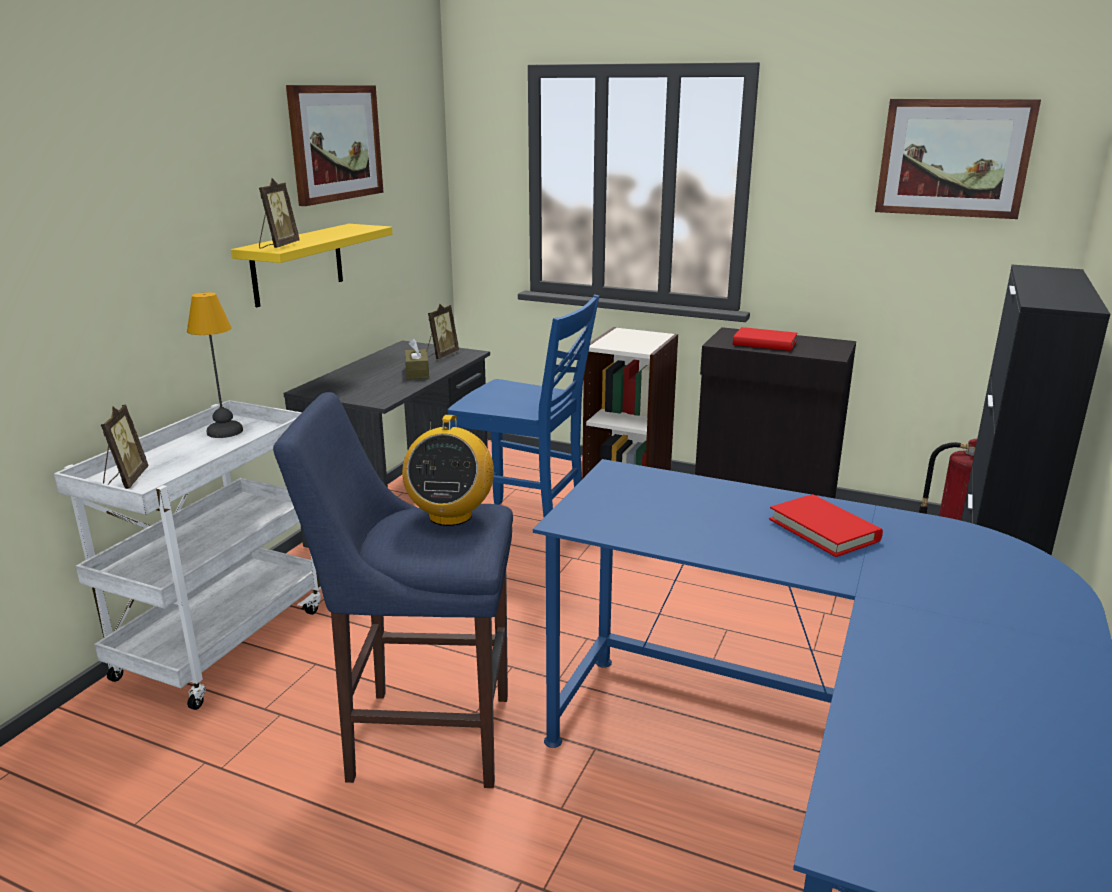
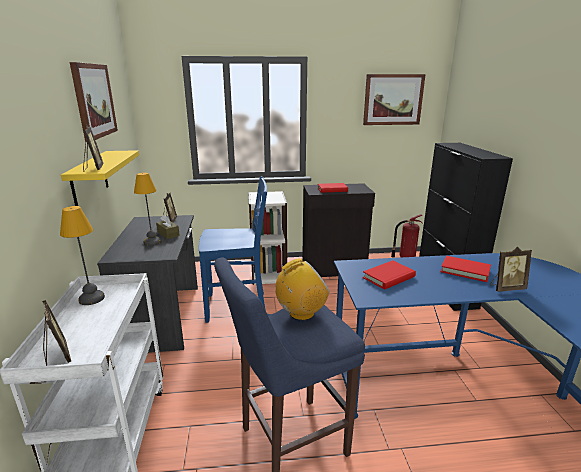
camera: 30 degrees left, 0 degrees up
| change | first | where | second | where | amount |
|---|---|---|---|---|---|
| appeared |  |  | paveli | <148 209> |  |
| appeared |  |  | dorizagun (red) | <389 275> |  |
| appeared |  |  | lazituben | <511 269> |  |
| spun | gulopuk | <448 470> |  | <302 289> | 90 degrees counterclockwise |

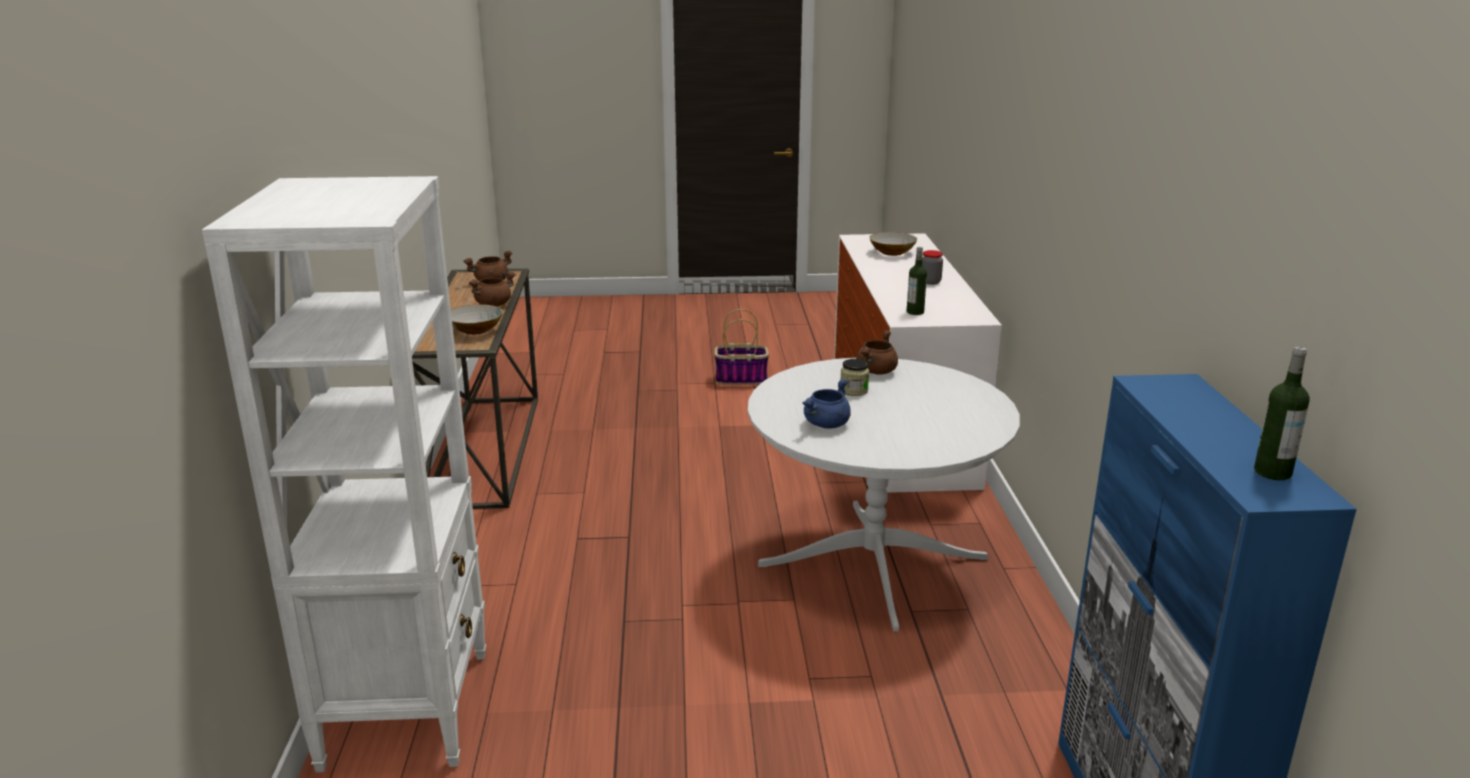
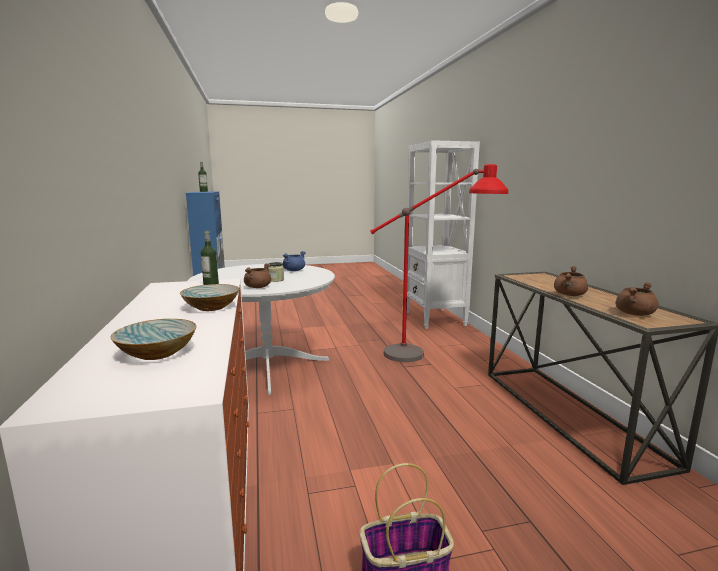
camera: 170 degrees right, 10 degrees down
| change | first | where | second | where | amount |
|---|---|---|---|---|---|
| missing | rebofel | <932 267> |  |  |  |
| appeared |  |  | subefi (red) | <439 263> |  |
| relocated | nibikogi | <477 319> |  | <209 297> |  |

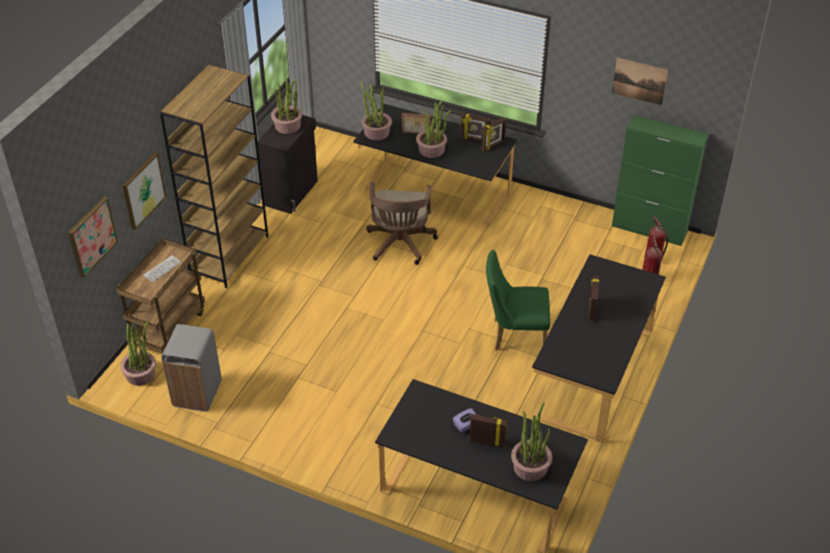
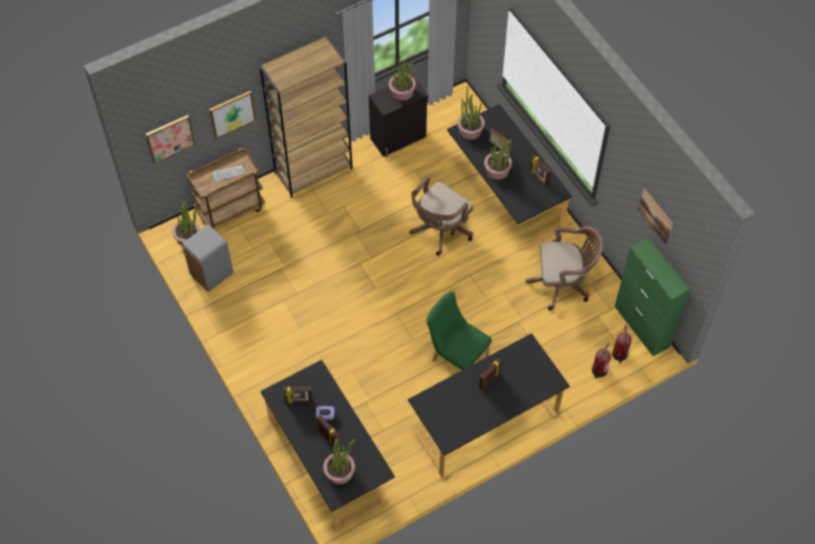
camera: 35 degrees right, 15 degrees up
| change | first | where | second | where | amount |
|---|---|---|---|---|---|
| appeared |  |  | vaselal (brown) | <564 268> |  |
| relocated | lazituben | <493 134> |  | <297 395> |  |

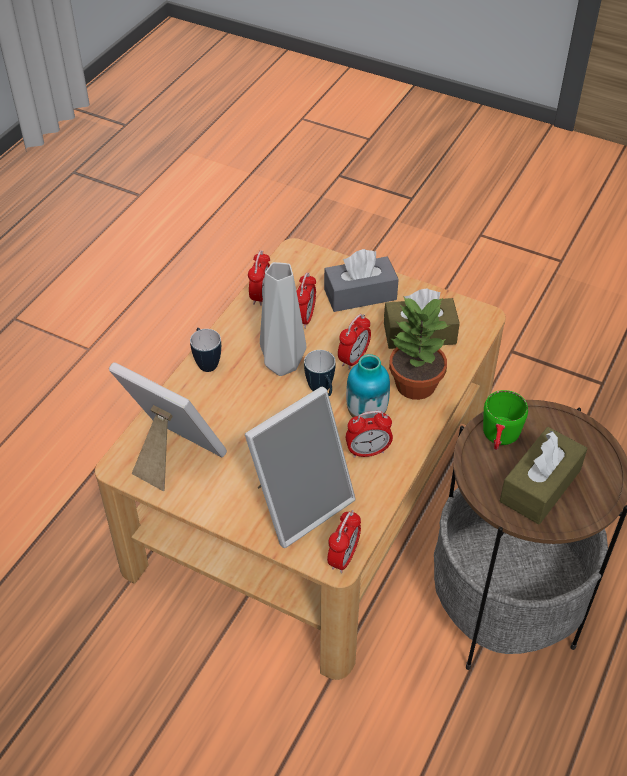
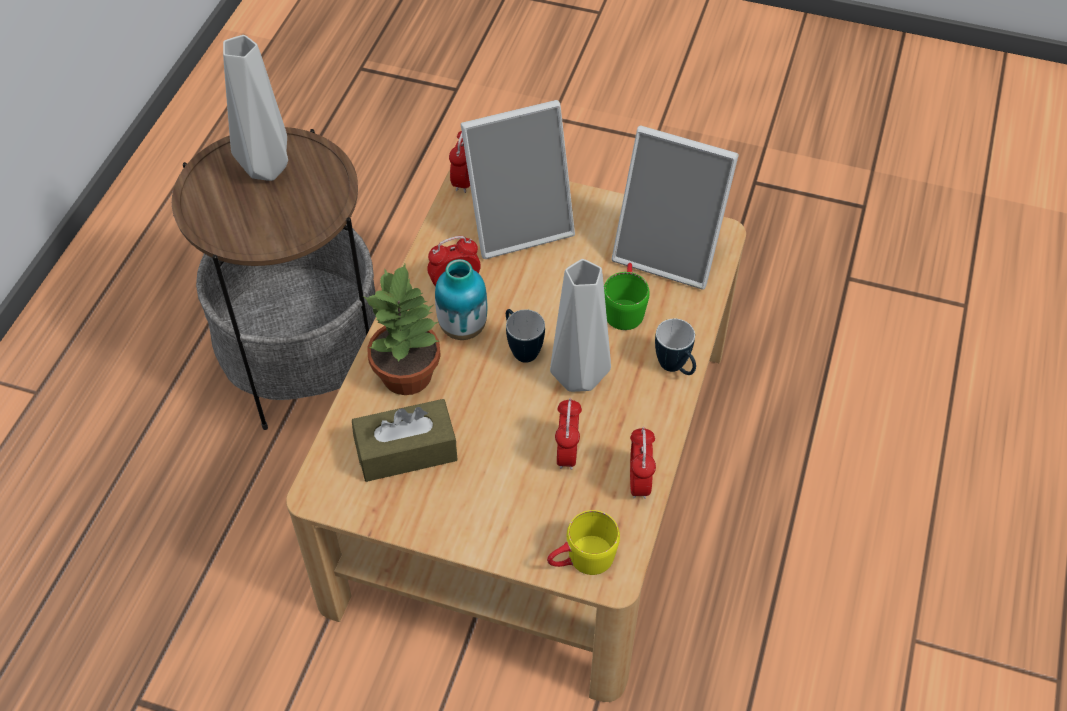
camera: 170 degrees right, 5 degrees up
| change | first | where | second | where | amount |
|---|---|---|---|---|---|
| missing | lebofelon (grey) | <361 280> |  |  |  |
| missing | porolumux | <354 342> |  |  |  |
| appeared |  |  | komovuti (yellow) | <583 542> |  |
| relocated | komovuti (green) | <505 420> |  | <627 296> |  |
| exchanged | lebofelon (brown) | <543 475> | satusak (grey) | <255 108> |  |
| spun | lazituben | <300 467> |  | <518 179> | 150 degrees counterclockwise |

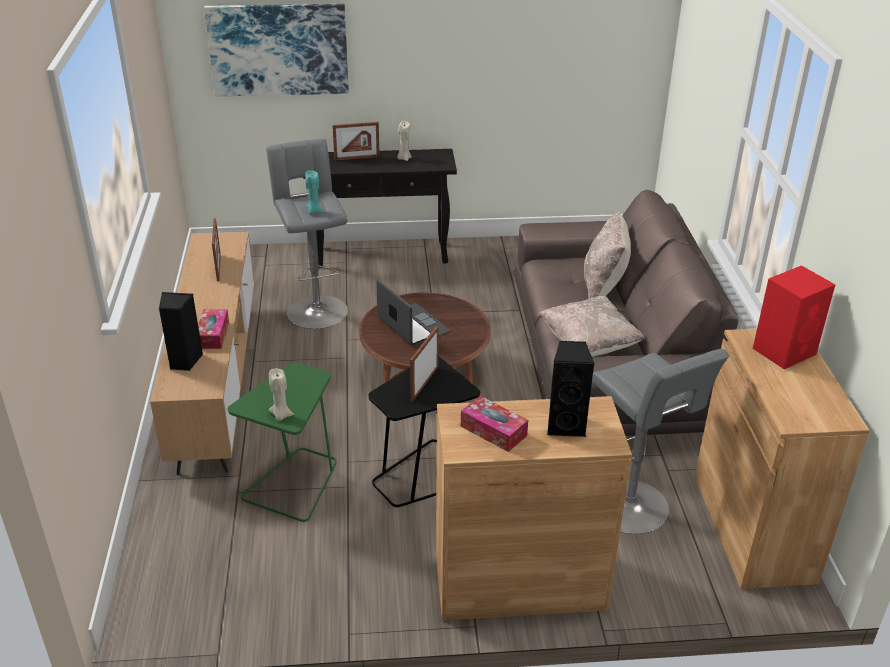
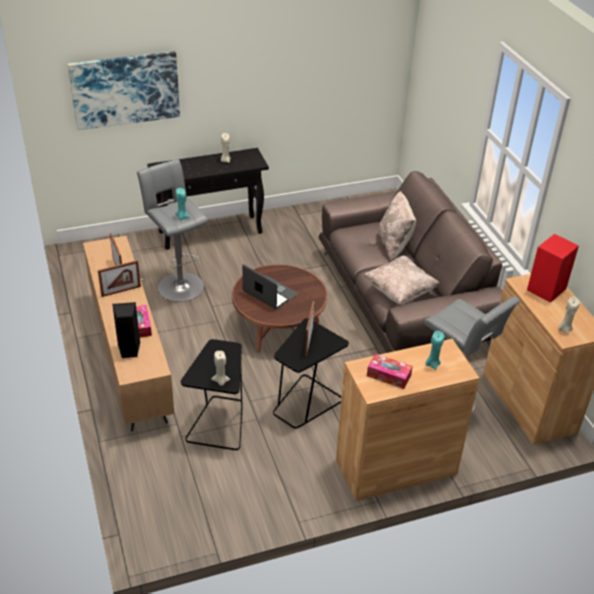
camera: 15 degrees left, 5 degrees up
| change | first | where | second | where | amount |
|---|---|---|---|---|---|
| appeared |  |  | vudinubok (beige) | <569 316> |  |
| relocated | lazituben | <356 141> |  | <119 278> |  |
| exchanged | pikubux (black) | <571 389> | vudinubok (turquoise) | <435 350> |  |
| colour | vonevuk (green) | <281 442> | vonevuk (black) | <212 394> |  |

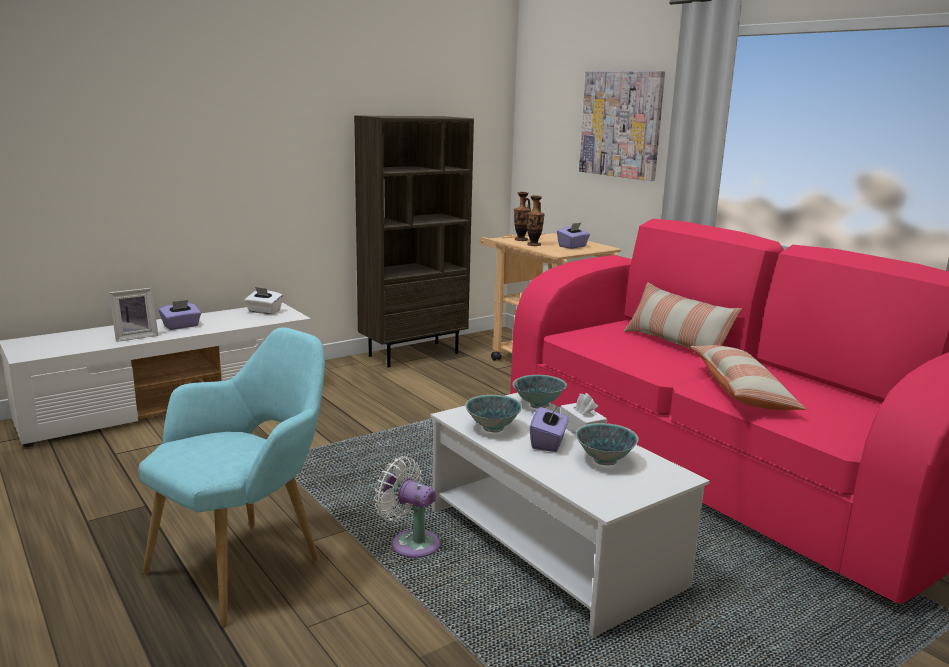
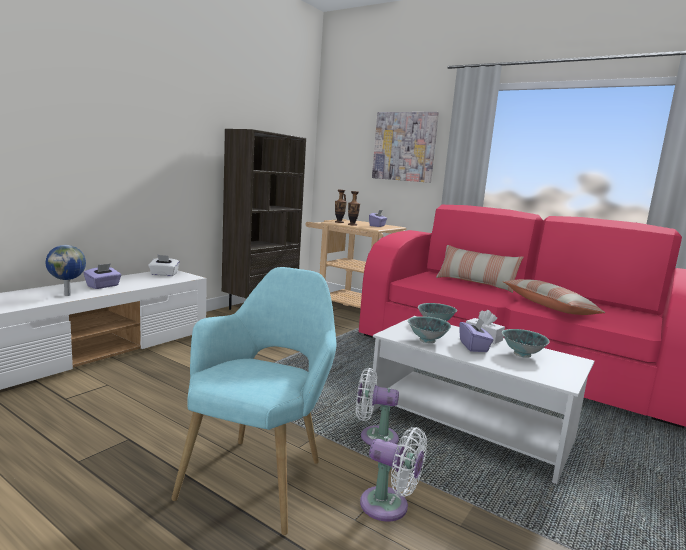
camera: 20 degrees left, 5 degrees down
| change | first | where | second | where | amount |
|---|---|---|---|---|---|
| appeared |  |  | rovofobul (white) | <393 474> |  |
| exchanged | lazituben | <133 315> | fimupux | <66 270> |  |

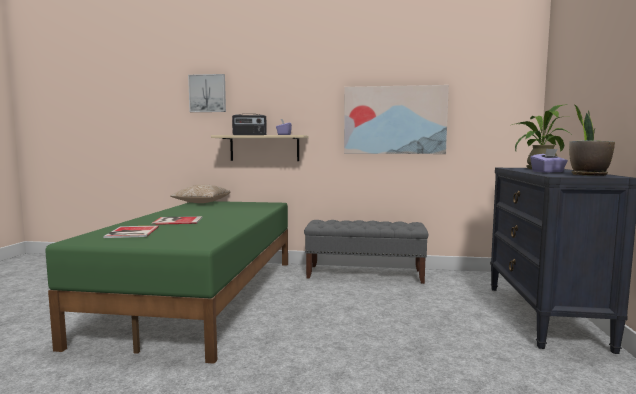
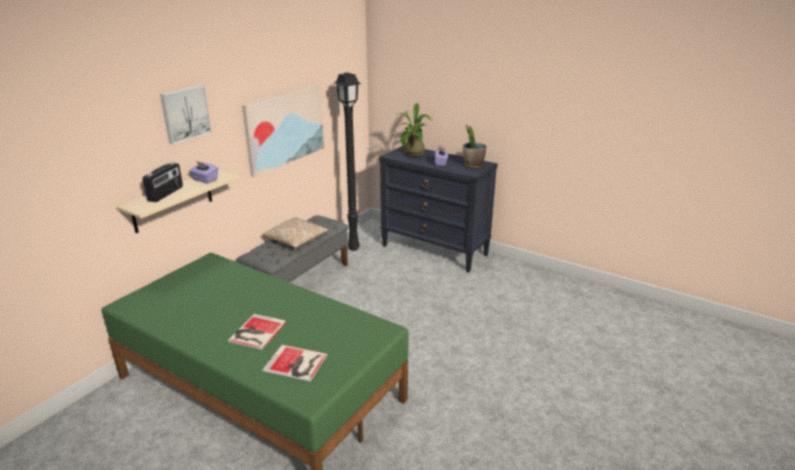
camera: 65 degrees left, 20 degrees up
| change | first | where | second | where | amount |
|---|---|---|---|---|---|
| appeared |  |  | subefi (black) | <348 161> |  |
| relocated | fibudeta | <200 193> |  | <296 232> |  |
| relocated | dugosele | <207 93> |  | <186 114> |  |

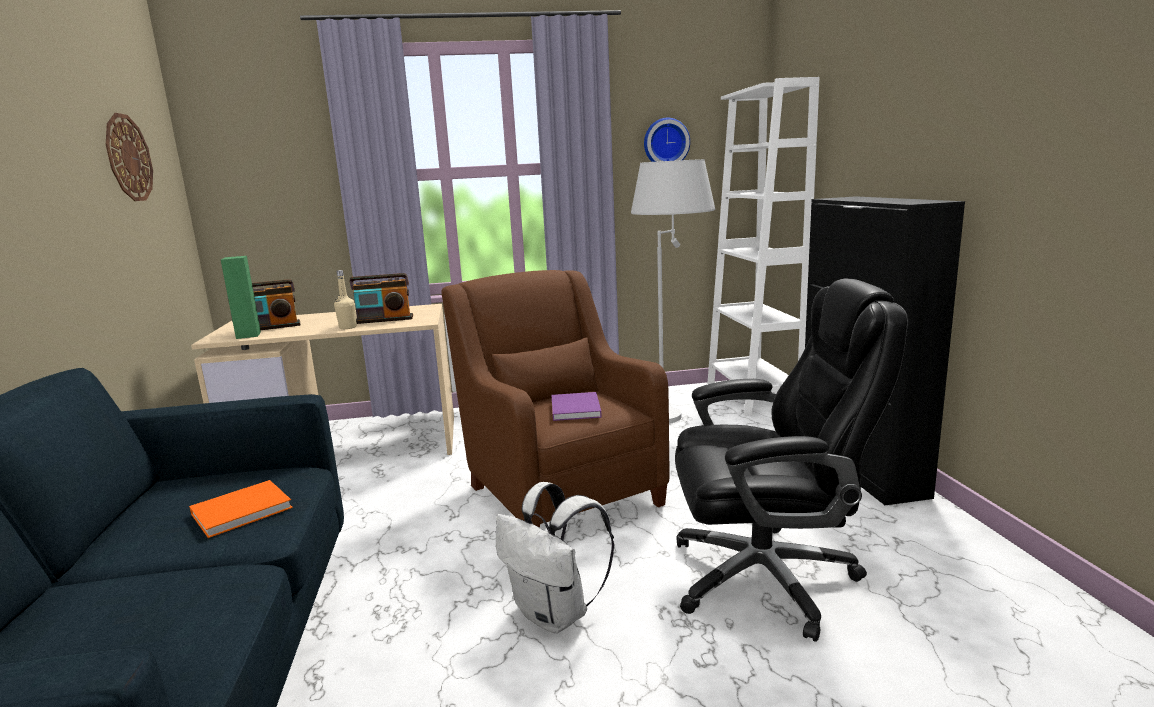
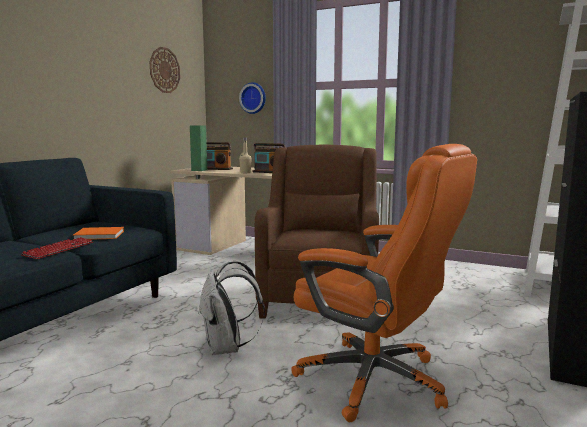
camera: 35 degrees right, 5 degrees down
| change | first | where | second | where | amount |
|---|---|---|---|---|---|
| missing | dorizagun (purple) | <577 406> |  |  |  |
| missing | subefi (white) | <673 291> |  |  |  |
| appeared |  |  | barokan | <57 248> |  |
| relocated | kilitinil | <667 140> |  | <252 98> |  |
| colour | vaselal (black) | <791 460> | vaselal (orange) | <384 283> |  |

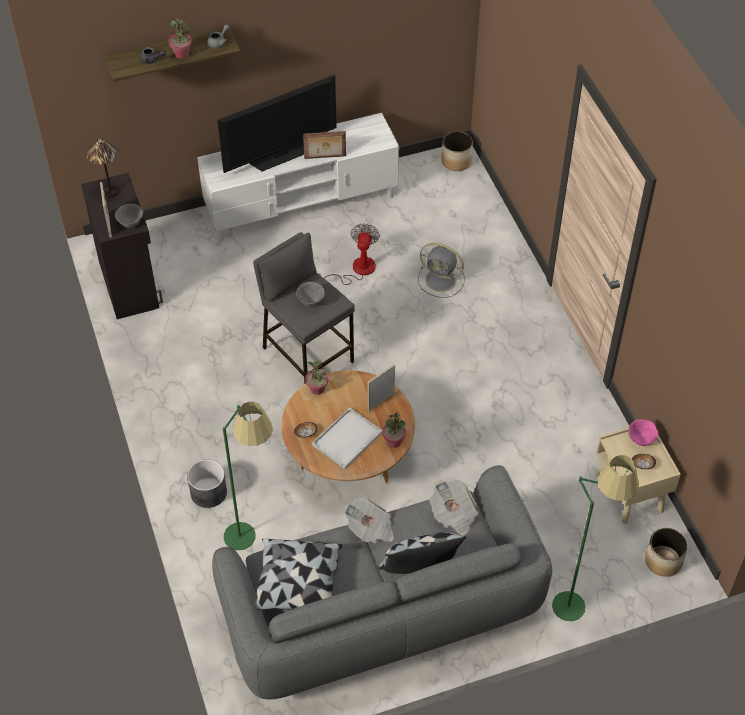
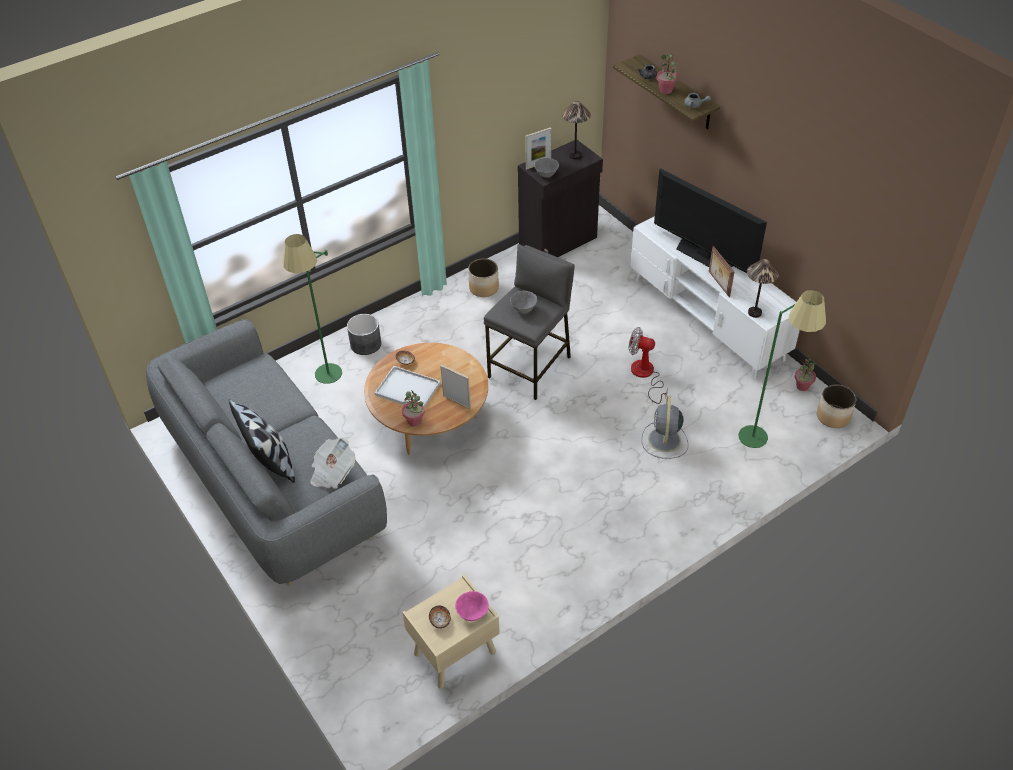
camera: 75 degrees right, 5 degrees down
| change | first | where | second | where | amount |
|---|---|---|---|---|---|
| missing | fibudeta | <299 574> |  |  |  |
| missing | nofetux | <369 520> |  |  |  |
| appeared |  |  | paveli | <763 288> |  |
| relocated | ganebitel | <316 378> |  | <805 373> |  |
| relocated | subefi (green) | <595 538> |  | <782 369> |  |
| relocated | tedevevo | <666 552> |  | <483 277> |  |
| spun | rovofobul | <349 254> |  | <648 365> | 150 degrees counterclockwise |

